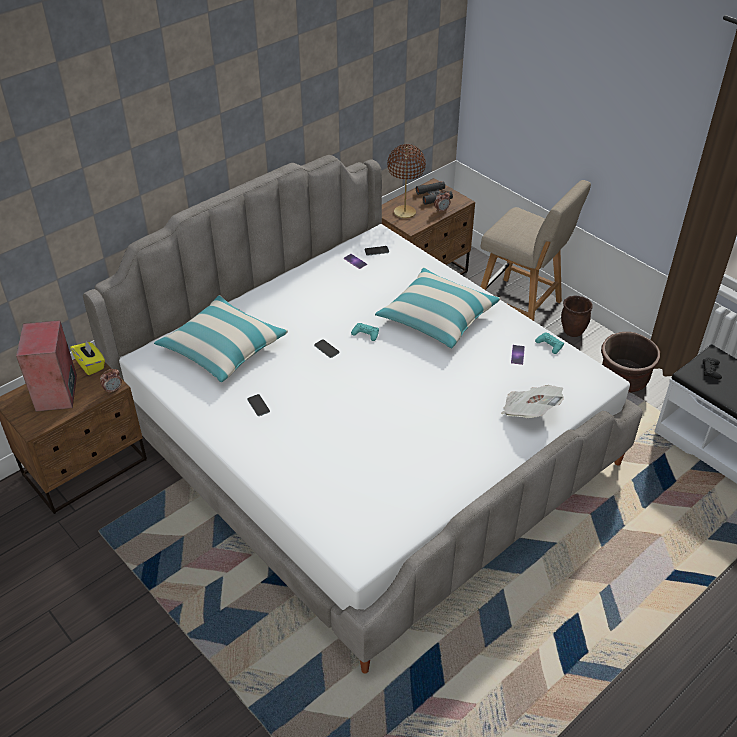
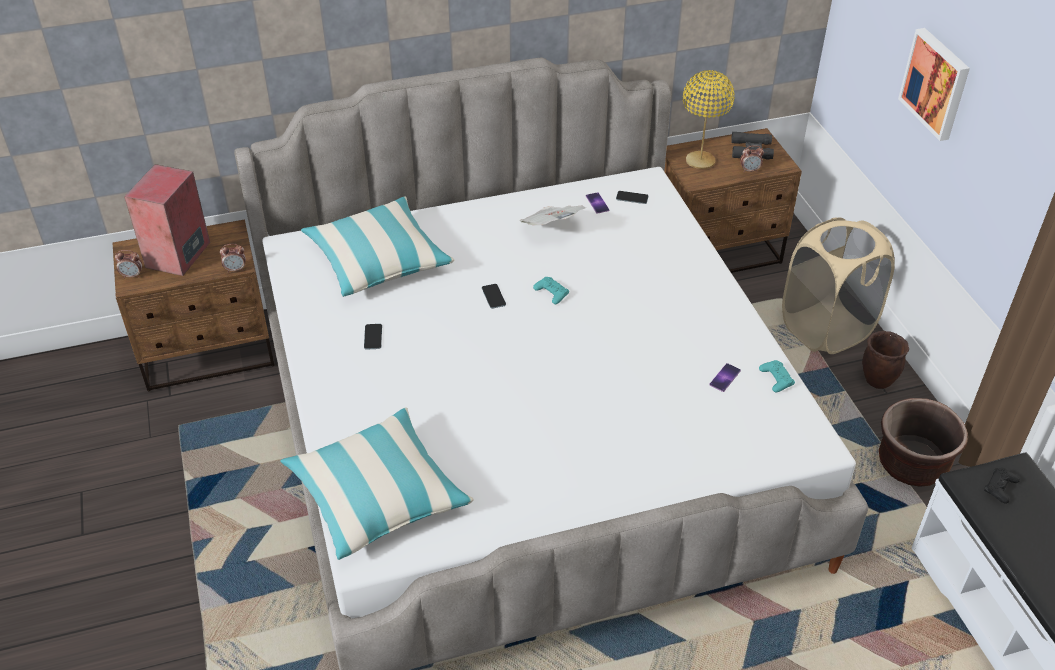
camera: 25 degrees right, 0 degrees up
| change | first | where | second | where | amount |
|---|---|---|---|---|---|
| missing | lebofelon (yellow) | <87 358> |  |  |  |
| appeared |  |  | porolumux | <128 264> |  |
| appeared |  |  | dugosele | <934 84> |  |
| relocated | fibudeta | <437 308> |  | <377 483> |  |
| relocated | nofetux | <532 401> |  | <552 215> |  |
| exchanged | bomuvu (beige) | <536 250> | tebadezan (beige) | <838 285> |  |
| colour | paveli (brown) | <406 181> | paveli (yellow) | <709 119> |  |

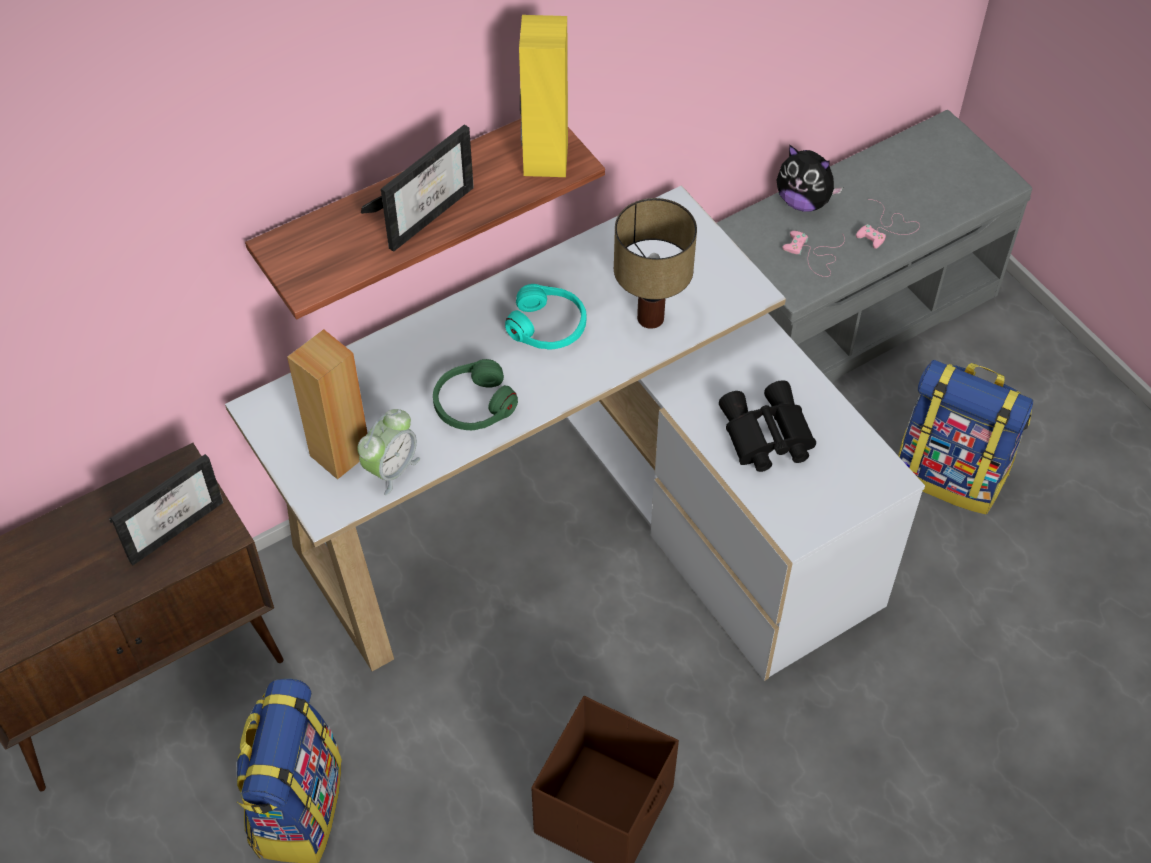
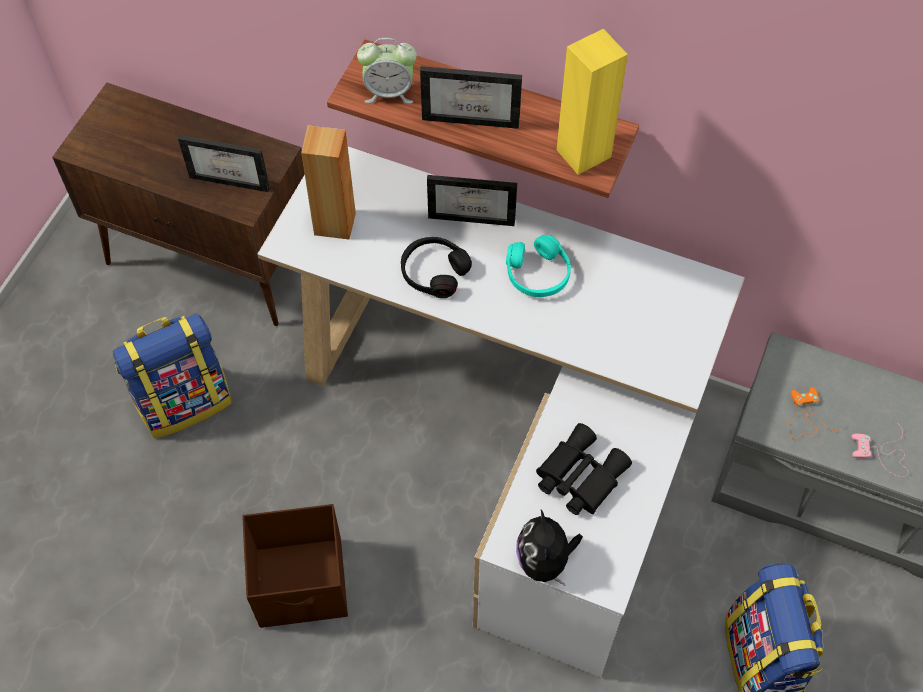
camera: 55 degrees right, 5 degrees up
| change | first | where | second | where | amount |
|---|---|---|---|---|---|
| missing | paveli | <655 263> |  |  |  |
| appeared |  |  | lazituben | <472 200> |  |
| relocated | porolumux | <388 452> |  | <387 70> |  |
| relocated | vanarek | <810 178> |  | <549 548> |  |
| colour | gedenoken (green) | <475 394> | gedenoken (black) | <436 267> |  |
| colour | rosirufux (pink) | <813 254> | rosirufux (orange) | <816 413> |  |

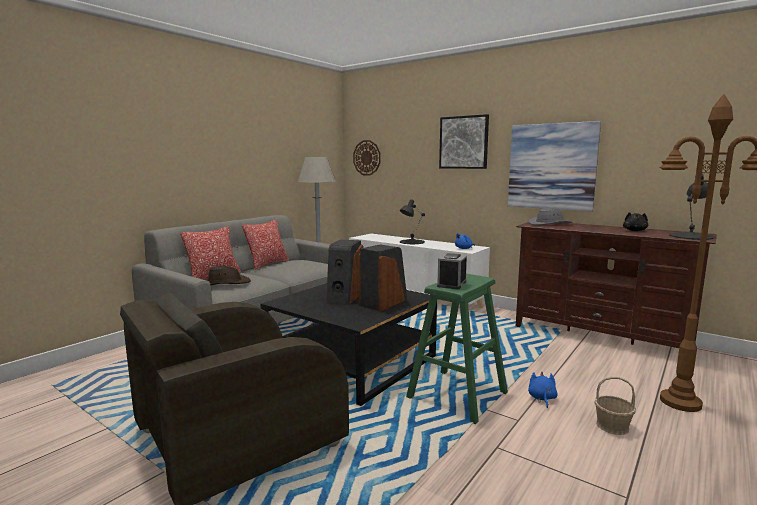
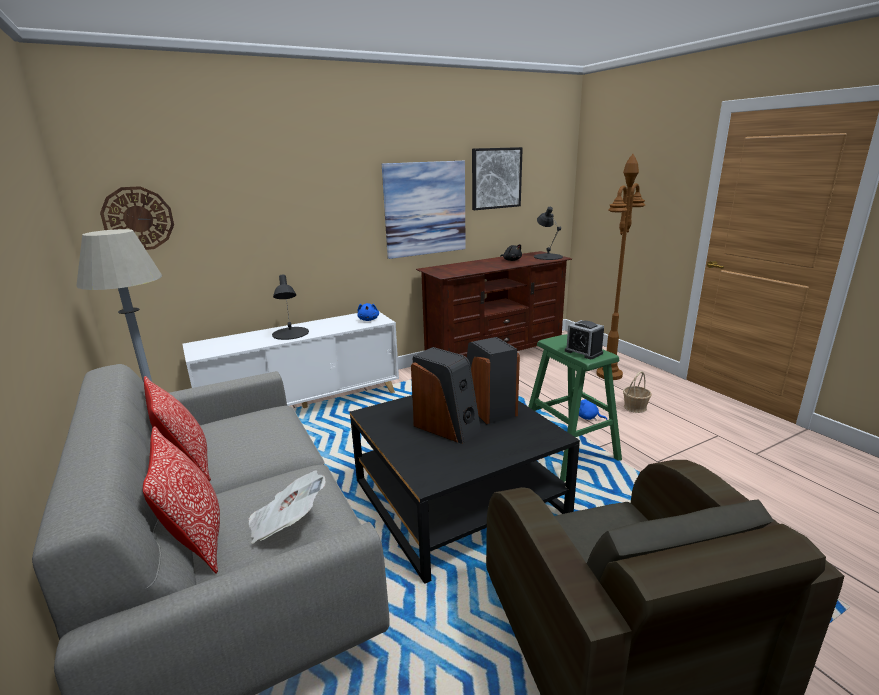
camera: 65 degrees left, 10 degrees up
| change | first | where | second | where | amount |
|---|---|---|---|---|---|
| missing | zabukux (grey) | <550 216> |  |  |  |
| relocated | dugosele | <464 141> |  | <497 178> |  |
| exchanged | zabukux (brown) | <228 275> | nofetux | <287 507> |  |

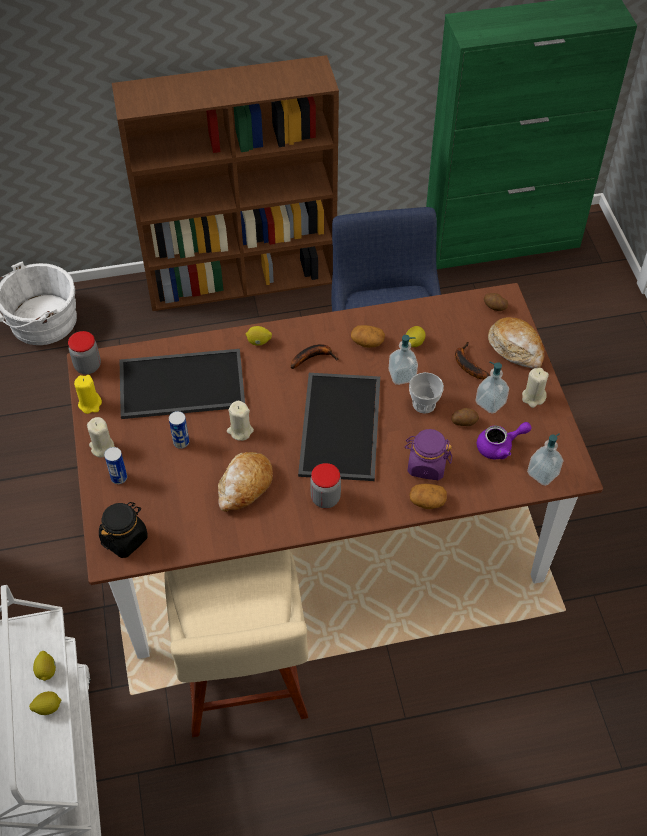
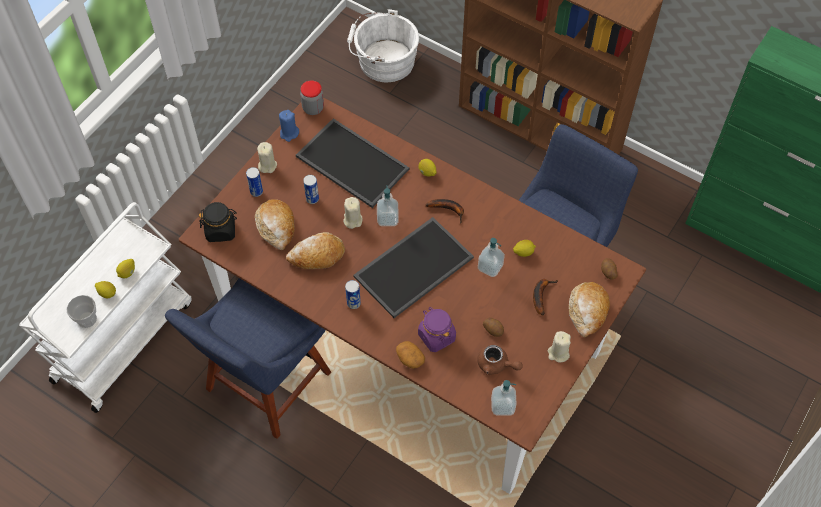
camera: 45 degrees right, 5 degrees up
| change | first | where | second | where | amount |
|---|---|---|---|---|---|
| missing | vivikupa | <368 336> |  |  |  |
| appeared |  |  | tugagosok | <275 224> |  |
| relocated | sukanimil | <426 393> |  | <81 311> |  |
| relocated | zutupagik | <492 388> |  | <388 205> |  |
| exchanged | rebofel | <325 485> | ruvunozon | <353 294> |  |
| colour | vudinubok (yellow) | <88 394> | vudinubok (blue) | <289 126> |  |
| colour | bomuvu (beige) | <236 643> | bomuvu (blue) | <248 358> |  |
| colour | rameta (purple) | <504 440> | rameta (brown) | <500 360> |  |

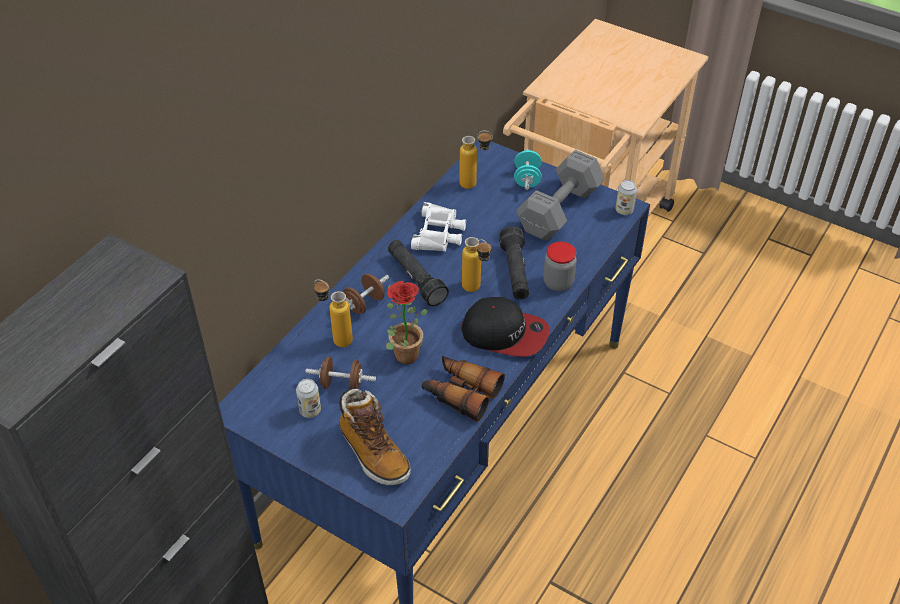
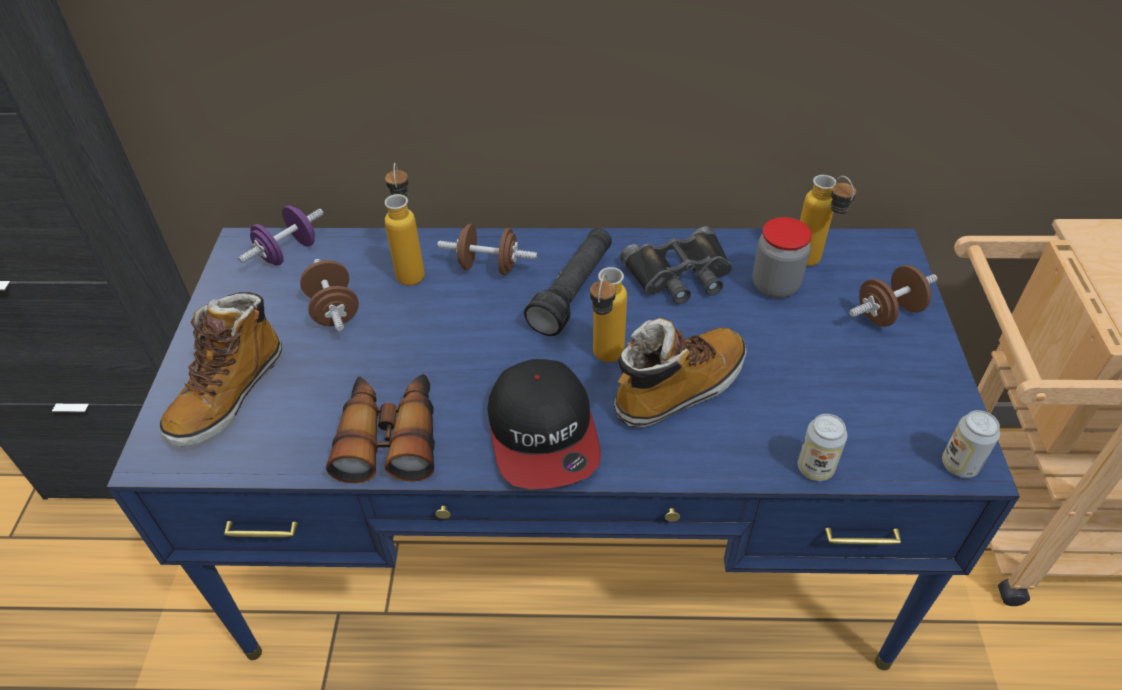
camera: 60 degrees right, 0 degrees up
| change | first | where | second | where | amount |
|---|---|---|---|---|---|
| missing | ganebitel | <407 322> |  |  |  |
| missing | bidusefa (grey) | <560 195> |  |  |  |
| appeared |  |  | bidusefa (purple) | <281 235> |  |
| relocated | ruvunozon | <308 398> |  | <822 447> |  |
| relocated | rebofel | <560 266> |  | <782 257> |  |
| exchanged | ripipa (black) | <514 262> | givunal | <680 372> |  |
| colour | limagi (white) | <438 227> | limagi (black) | <676 265> |  |
| colour | bidusefa (turquoise) | <528 169> | bidusefa (brown) | <893 296> |  |

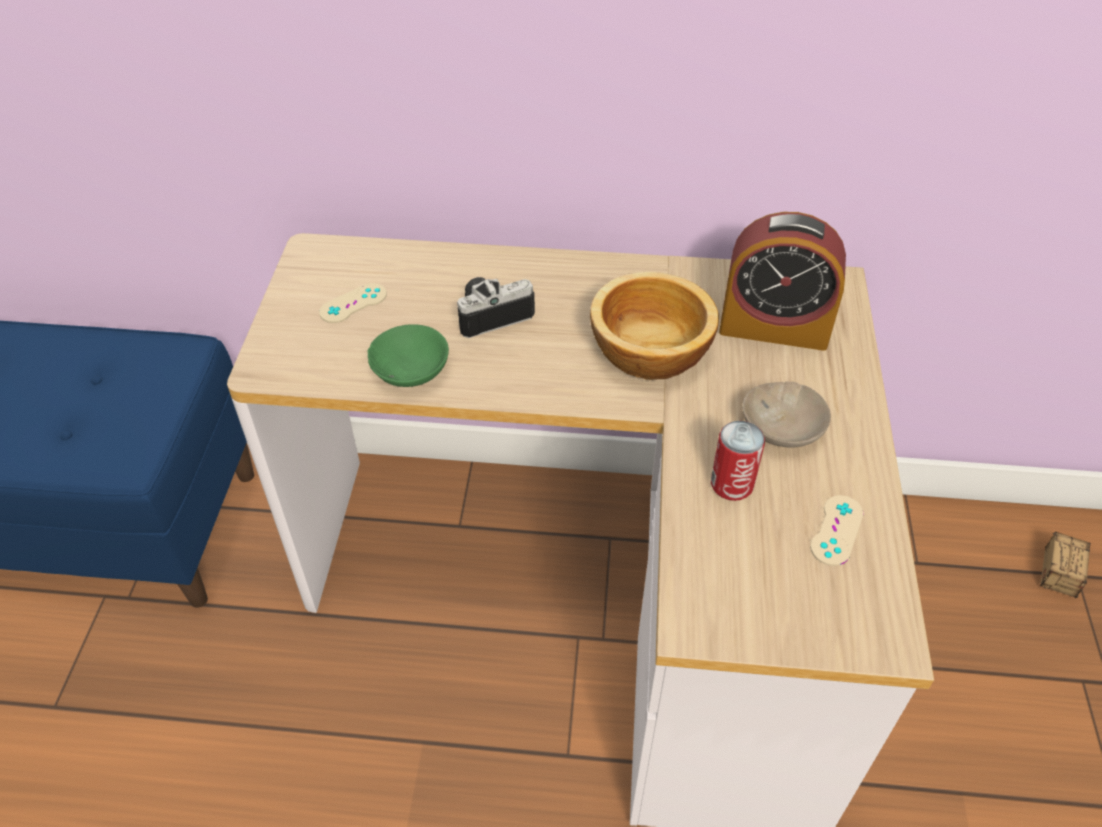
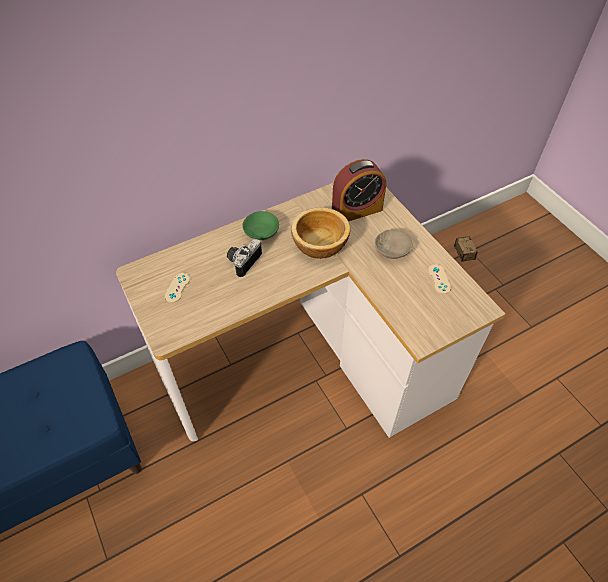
camera: 35 degrees left, 5 degrees up
| change | first | where | second | where | amount |
|---|---|---|---|---|---|
| missing | ruvunozon | <738 461> |  |  |  |
| relocated | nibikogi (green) | <408 355> |  | <260 225> |  |

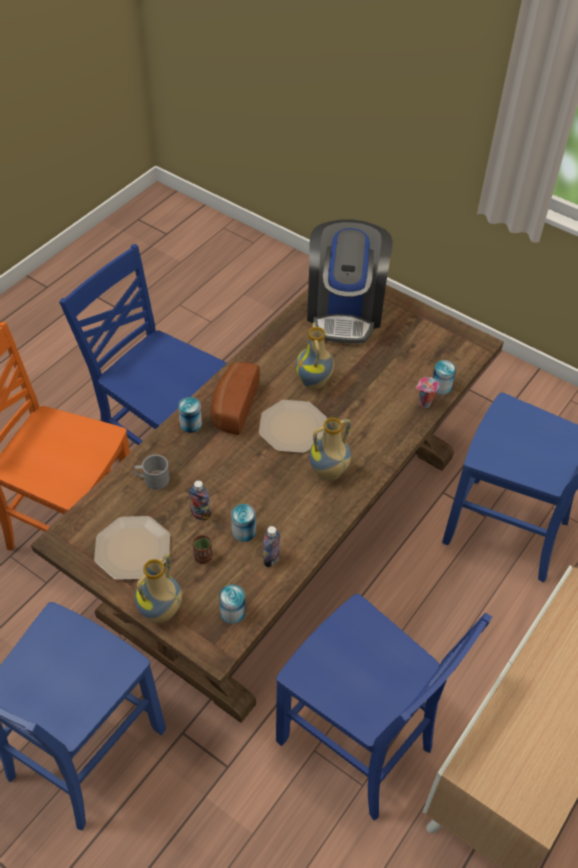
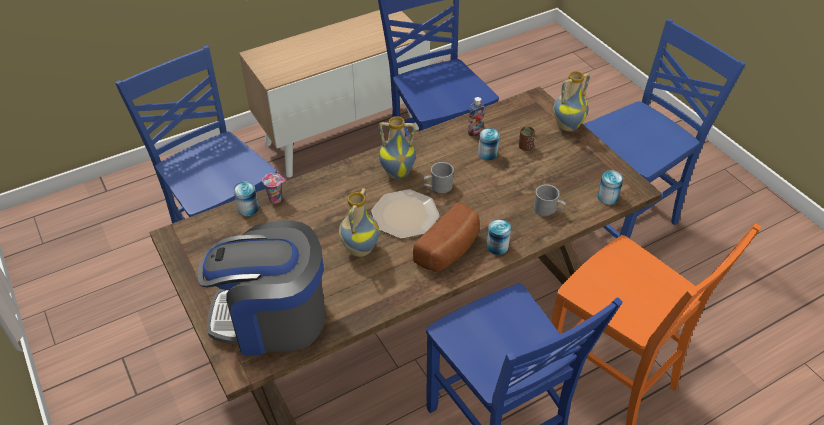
camera: 155 degrees left, 5 degrees down
| change | first | where | second | where | amount |
|---|---|---|---|---|---|
| missing | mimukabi | <132 548> |  |  |  |
| missing | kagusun | <200 500> |  |  |  |
| appeared |  |  | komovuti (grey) | <438 177> |  |
| relocated | ruvunozon | <232 604> |  | <610 187> |  |
| spun | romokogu | <350 281> |  | <261 287> | 120 degrees counterclockwise |

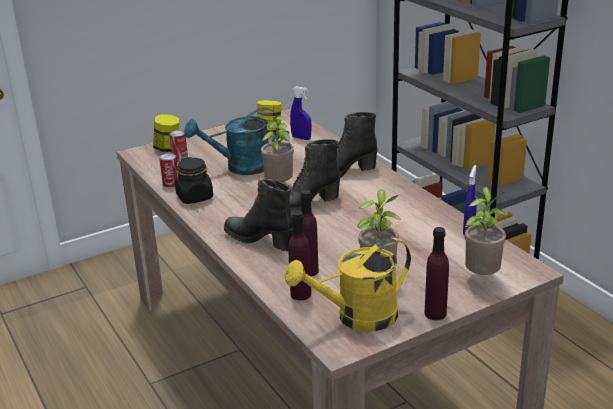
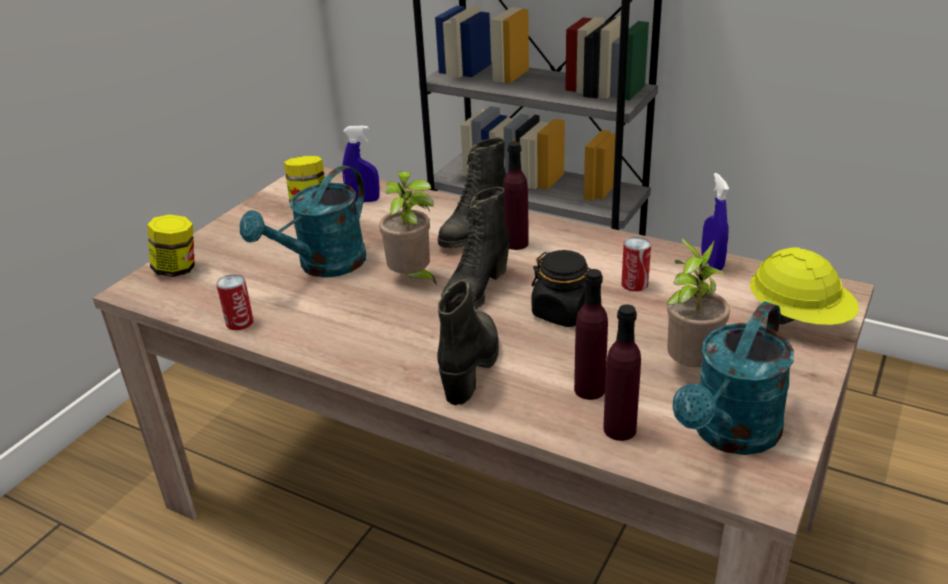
camera: 30 degrees left, 5 degrees up
| change | first | where | second | where | amount |
|---|---|---|---|---|---|
| relocated | ruvunozon | <178 146> |  | <636 264> |  |
| relocated | rebofel (black) | <194 180> |  | <561 288> |  |
| relocated | kagusun (purple) | <436 273> |  | <516 195> |  |
| exchanged | ganebitel | <487 231> | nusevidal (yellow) | <804 286> |  |
| colour | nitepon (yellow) | <348 285> | nitepon (turquoise) | <733 378> |  |
| spun | givunal (black) | <258 215> |  | <468 342> | 105 degrees clockwise |

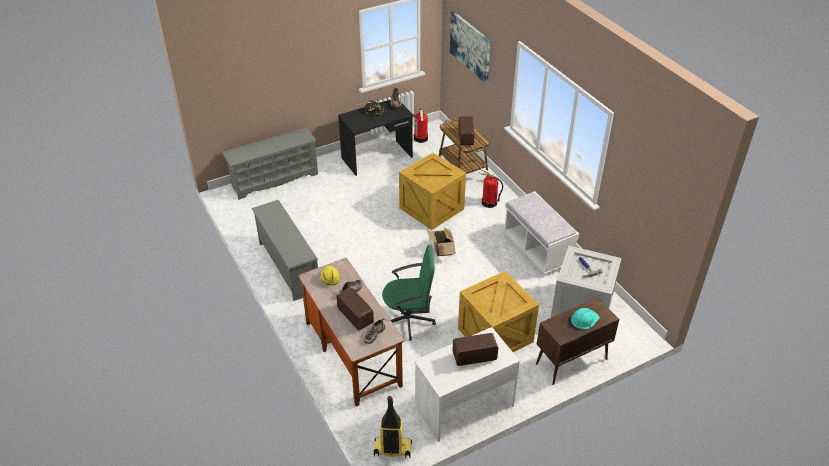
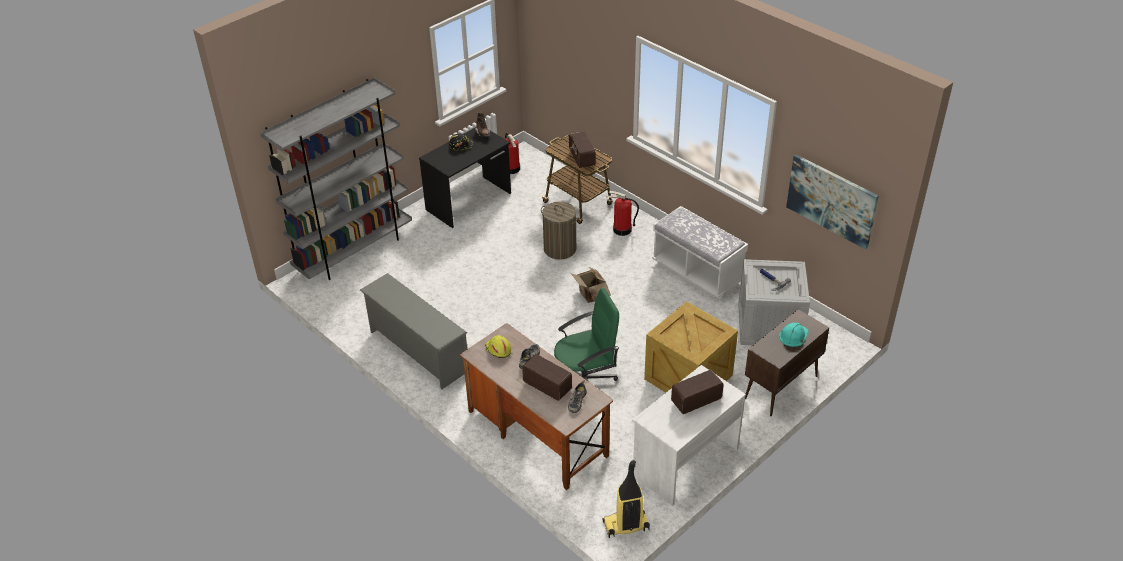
camera: 15 degrees left, 0 degrees up
| change | first | where | second | where | amount |
|---|---|---|---|---|---|
| relocated | dugosele | <470 47> |  | <832 201> |  |
| exchanged | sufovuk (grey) | <270 164> | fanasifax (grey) | <336 179> |  |
| exchanged | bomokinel | <432 191> | tebadezan | <560 231> |  |

